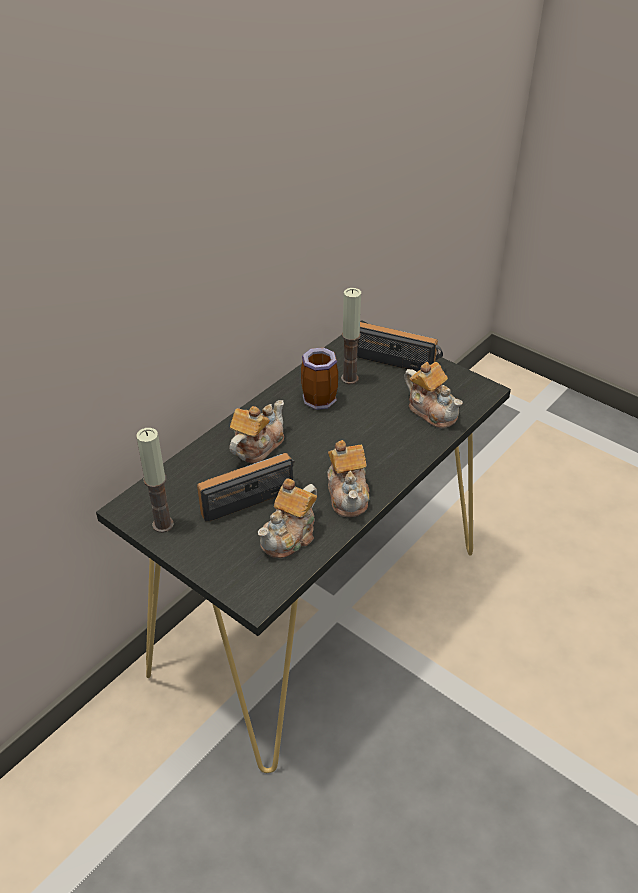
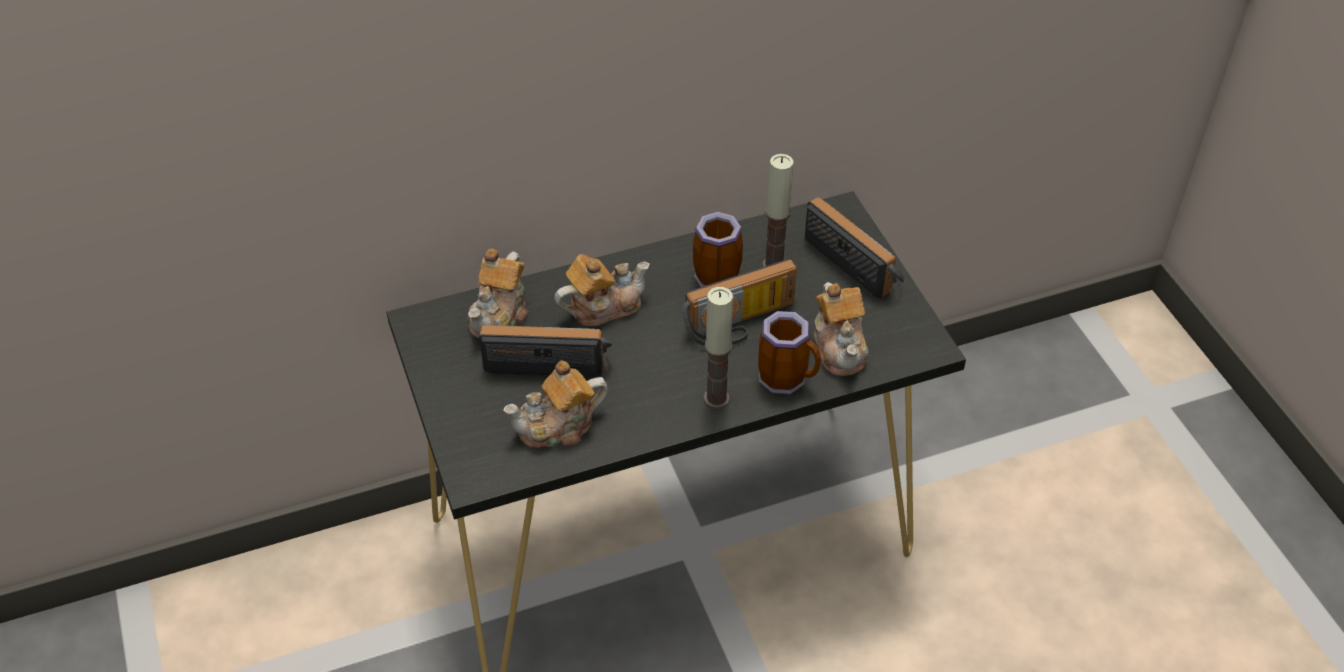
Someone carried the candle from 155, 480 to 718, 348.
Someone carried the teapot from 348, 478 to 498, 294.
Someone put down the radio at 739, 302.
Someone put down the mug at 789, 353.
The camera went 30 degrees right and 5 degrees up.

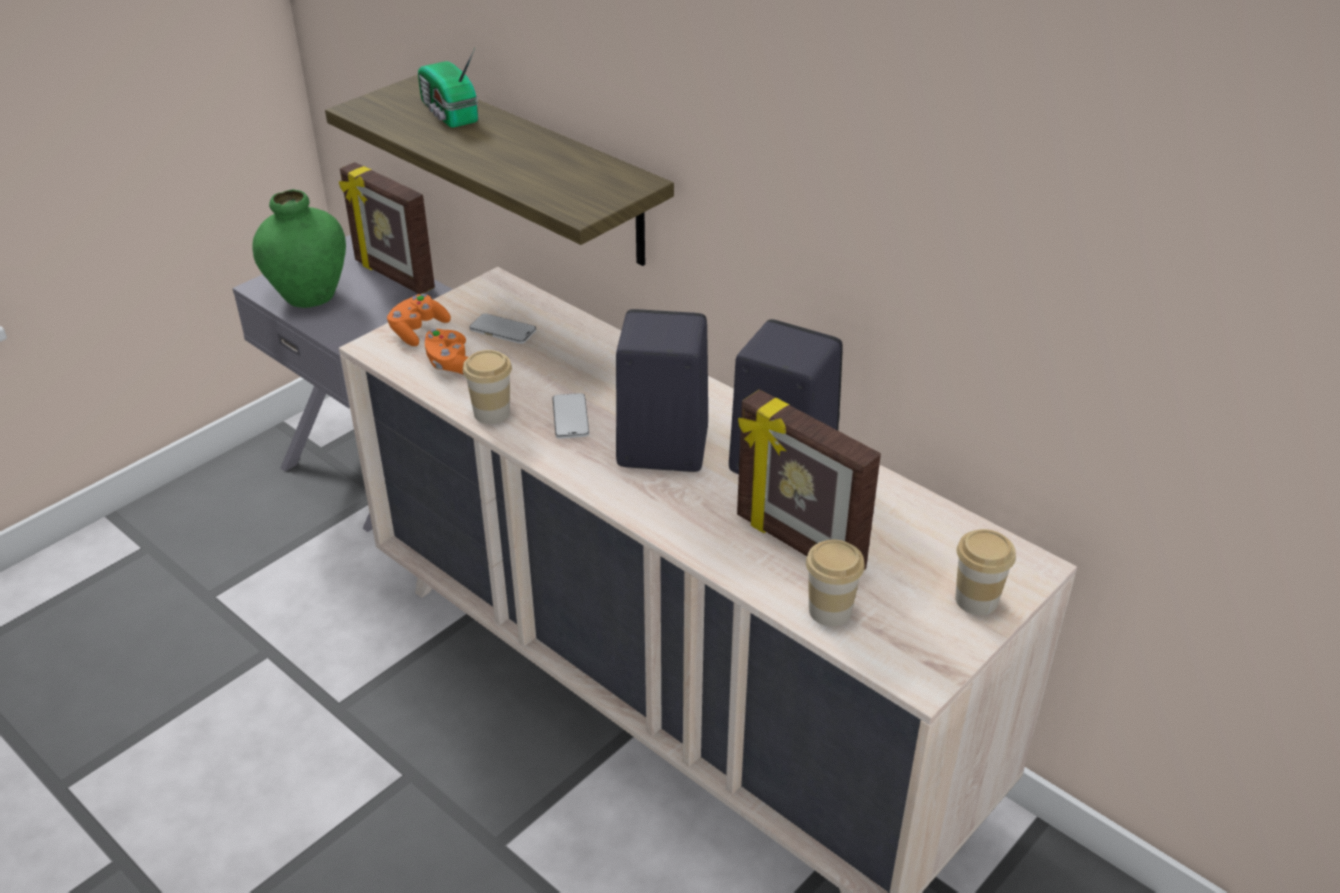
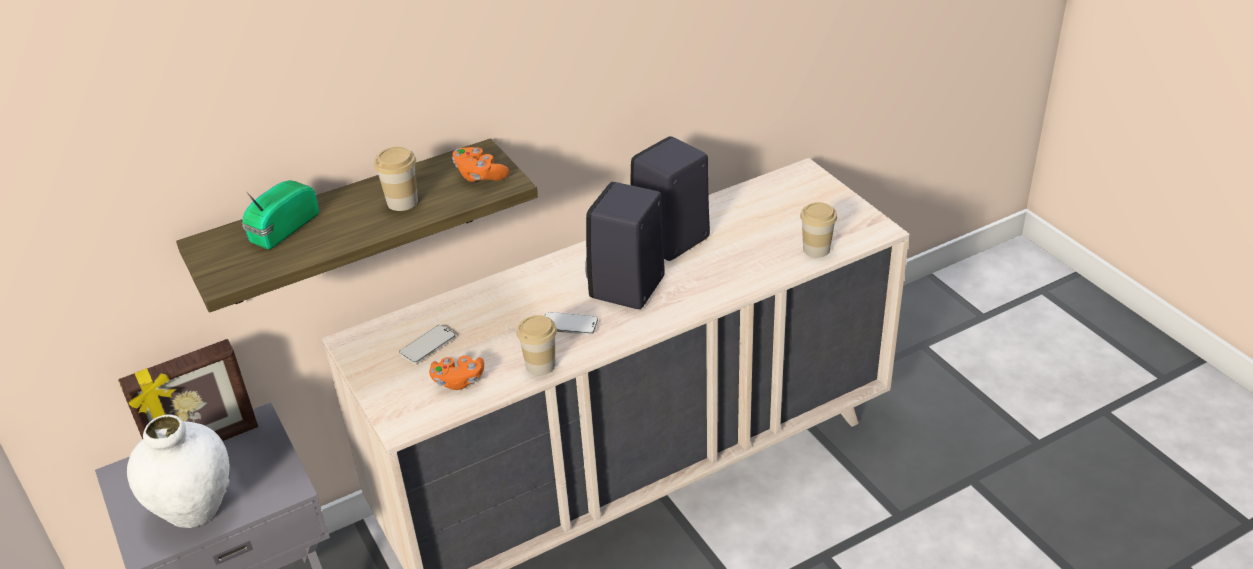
Someone repainted the green vase at 299, 248, which became the white vase at 178, 471.
Someone carried the orange game controller from 419, 320 to 480, 164.
Someone rotated the radio at 448, 88 by 135 degrees clockwise.
Someone took away the picture frame at 809, 480.
Someone carried the cup from 985, 572 to 396, 179.
The camera went 70 degrees left and 0 degrees up.

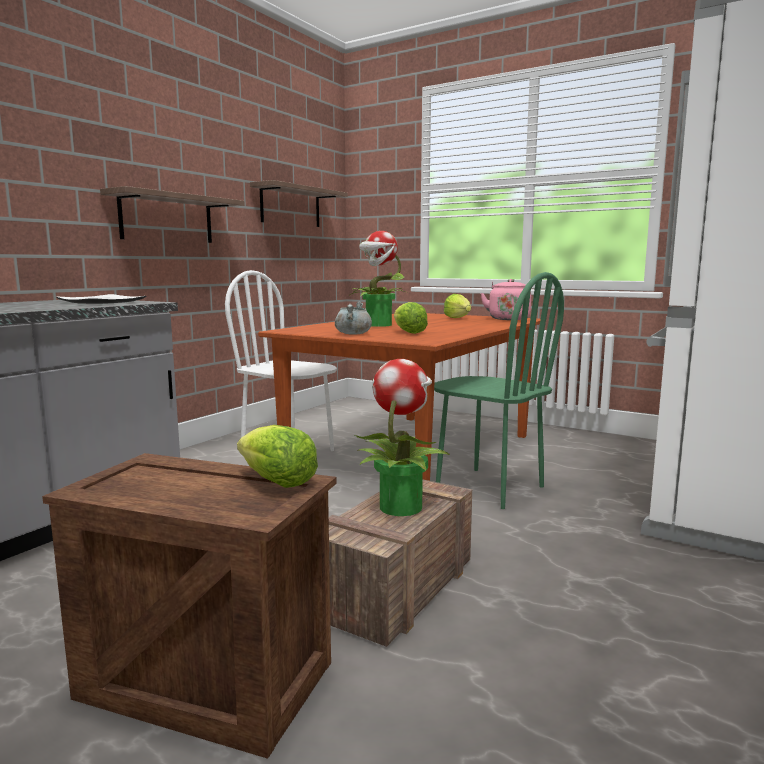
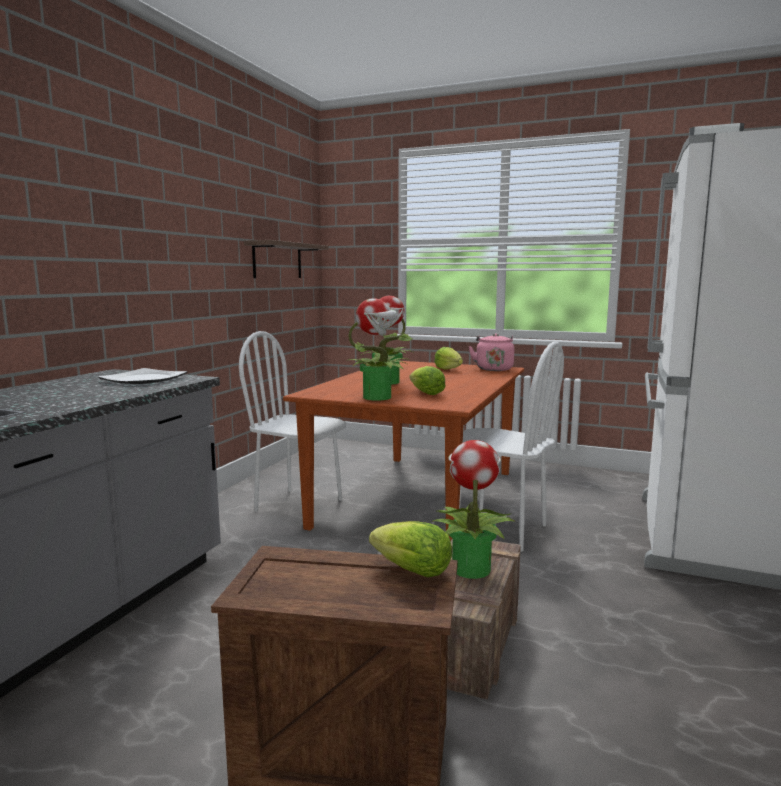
Someone took away the shelf at 172, 214.
Someone swapped the grey cooking pot at 353, 318 for the potted plant at 376, 349.
Someone repainted the green chair at 499, 390, which became the white chair at 511, 447.
The camera went 10 degrees left and 0 degrees up.

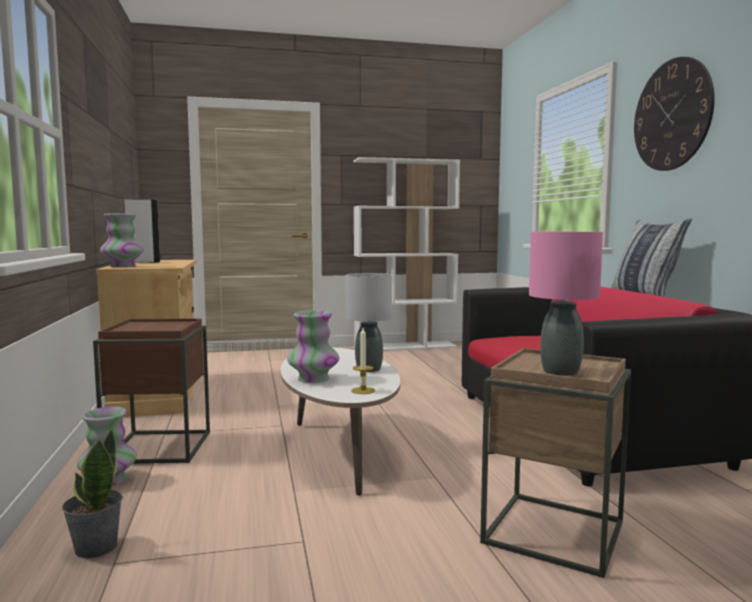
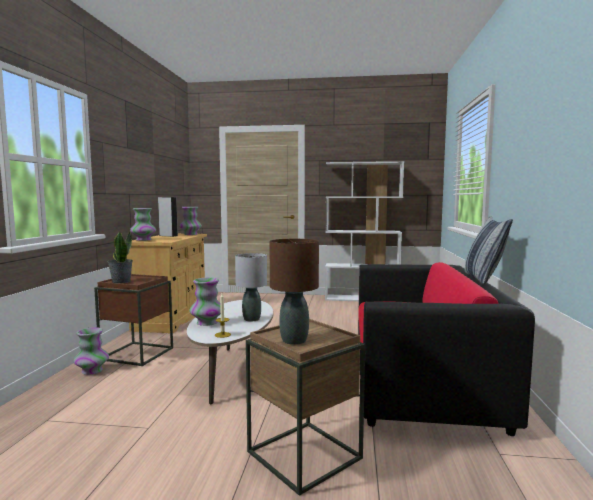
Someone carried the potted plant from 92, 493 to 120, 258.
Someone repainted the pink table lamp at 566, 304, which became the brown table lamp at 294, 292.
Someone took away the wall clock at 674, 114.
Someone put down the vase at 191, 221.
The camera went 20 degrees right and 0 degrees up.

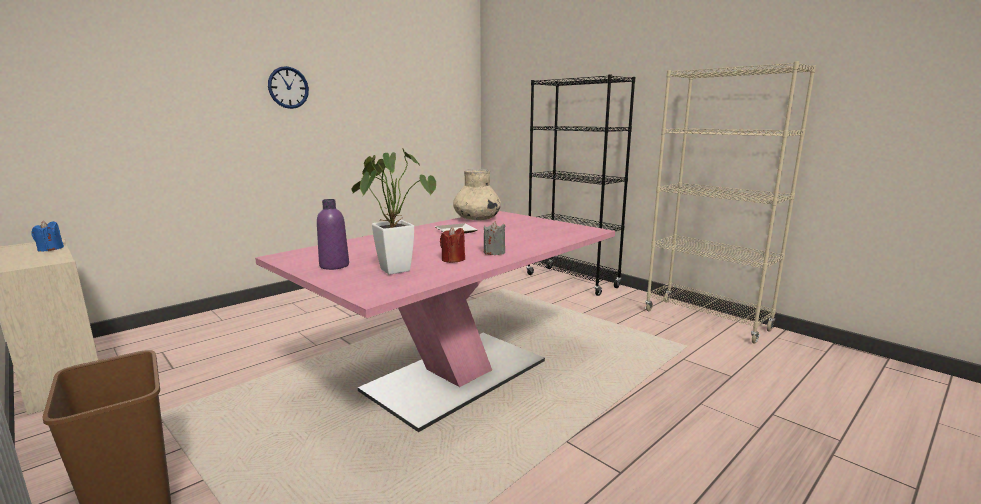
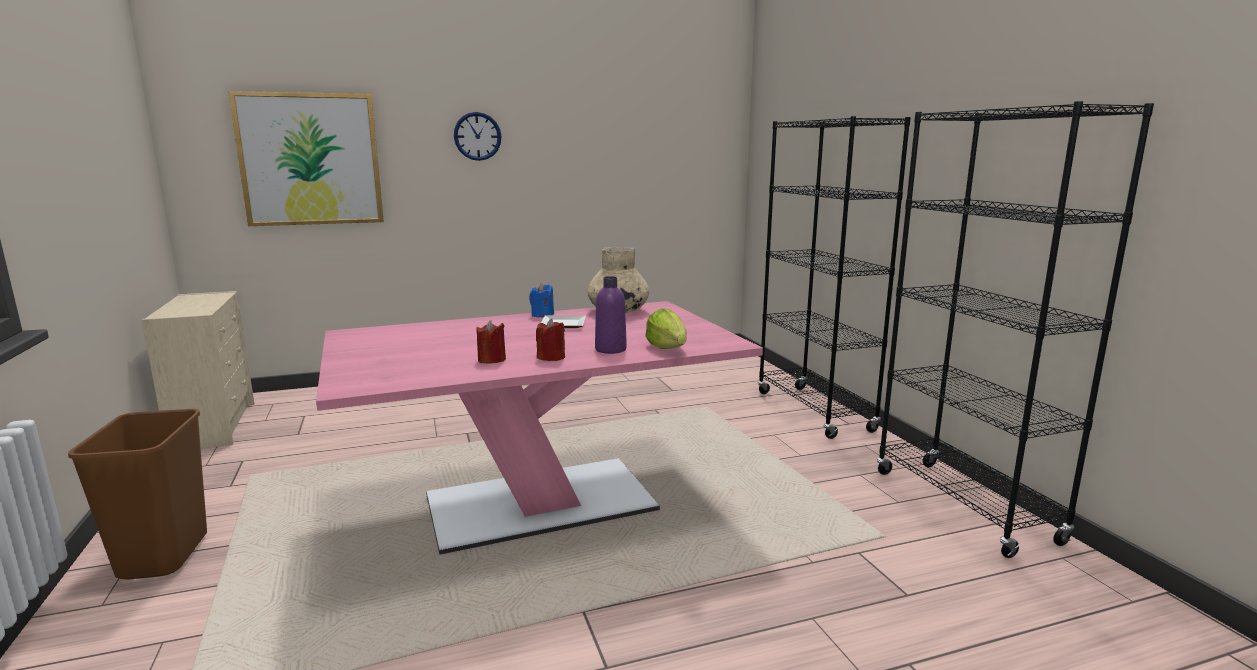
Someone carried the blue candle from 47, 236 to 541, 300.
Someone carried the purple bottle from 333, 234 to 611, 315.
Someone took away the potted plant at 393, 211.
Someone repainted the grey candle at 494, 238, which became the red candle at 550, 339.
Someone repainted the beige bookcase at 730, 202, which became the black bookcase at 1015, 329.
Someone put up the picture at 306, 158.
Someone put down the lettuce at 666, 328.
The camera went 25 degrees right and 0 degrees up.

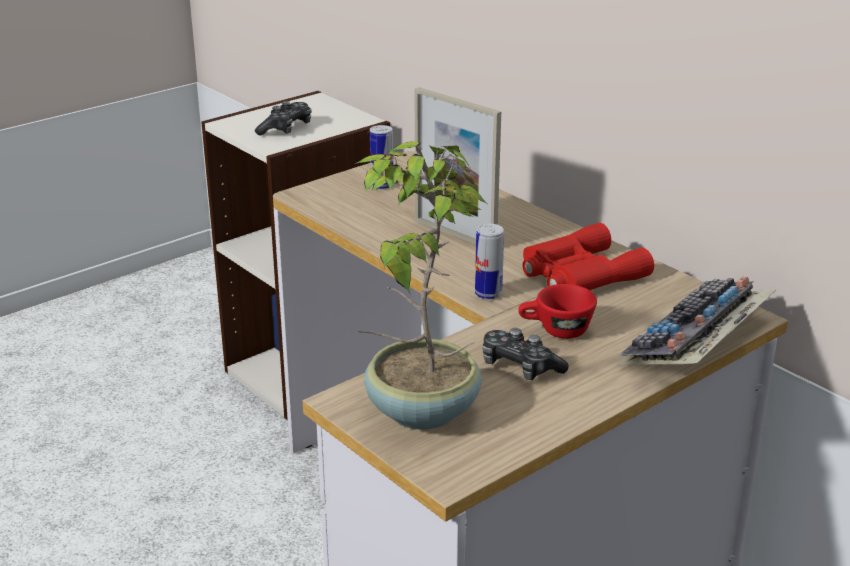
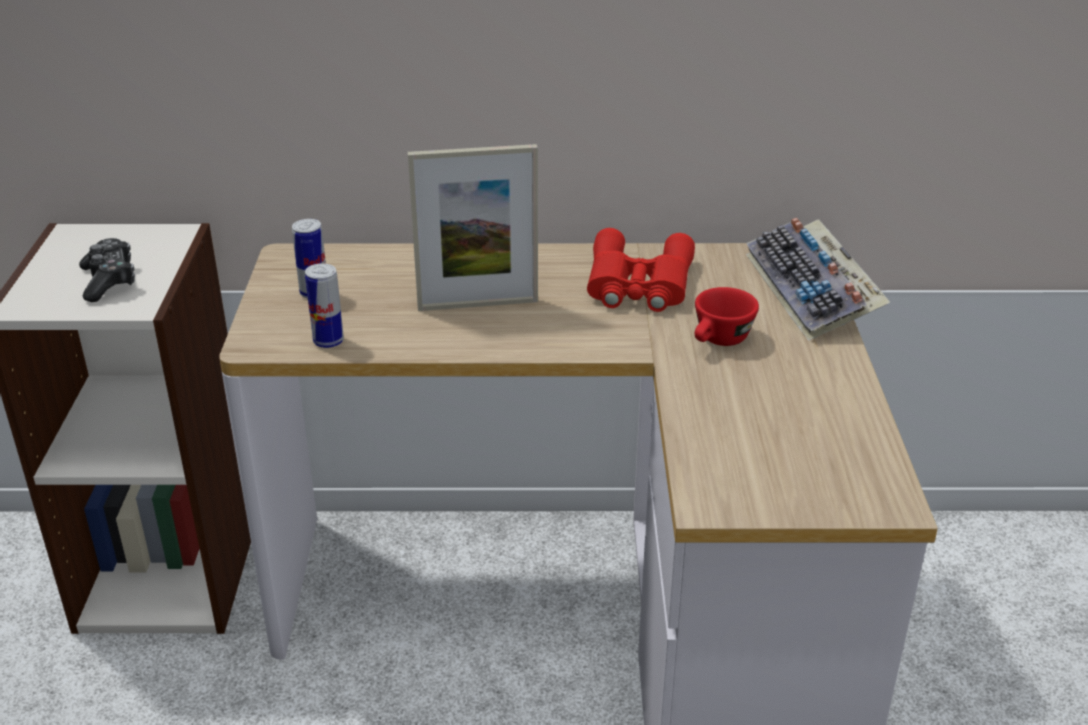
Someone took away the potted plant at 421, 285.
Someone carried the can from 489, 261 to 324, 305.
Someone took away the game controller at 526, 354.
The camera went 50 degrees left and 5 degrees up.

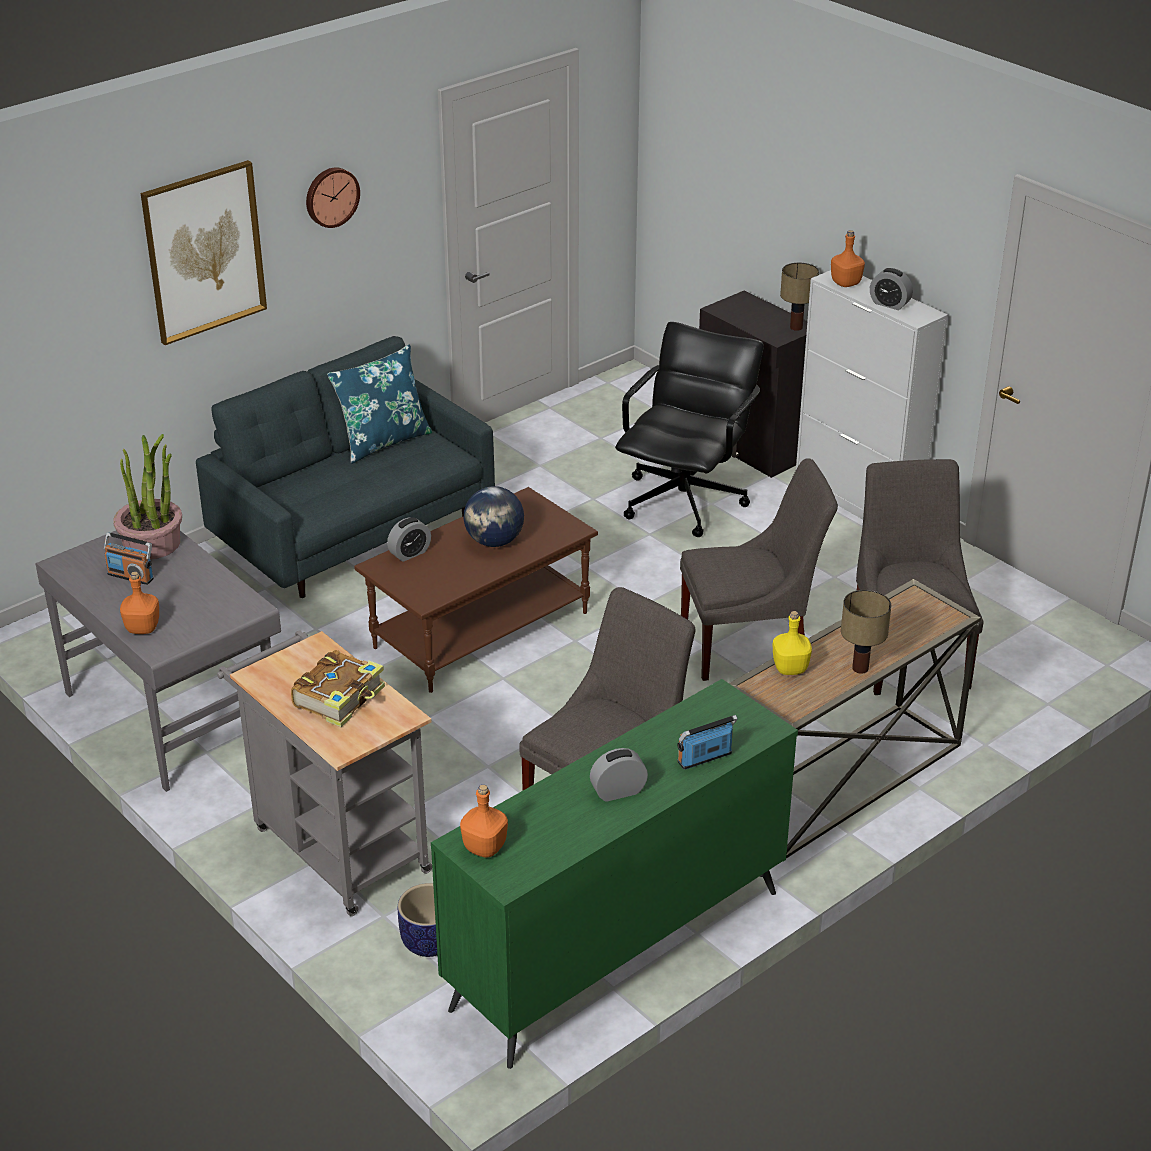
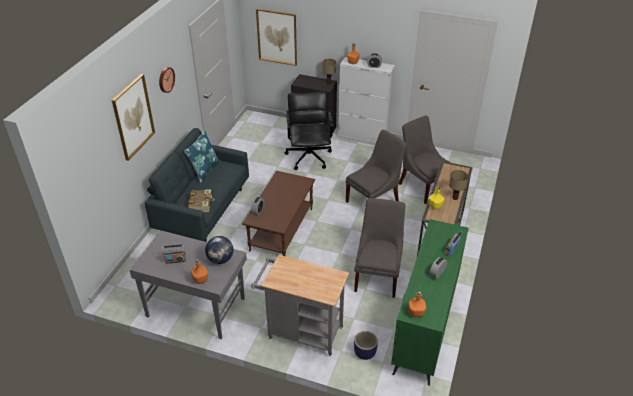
Someone took away the potted plant at 147, 496.
Someone carried the book from 338, 688 to 201, 201.
Someone carried the globe from 494, 516 to 219, 250.
Someone put up the picture at 276, 37.
The camera went 30 degrees left and 5 degrees up.

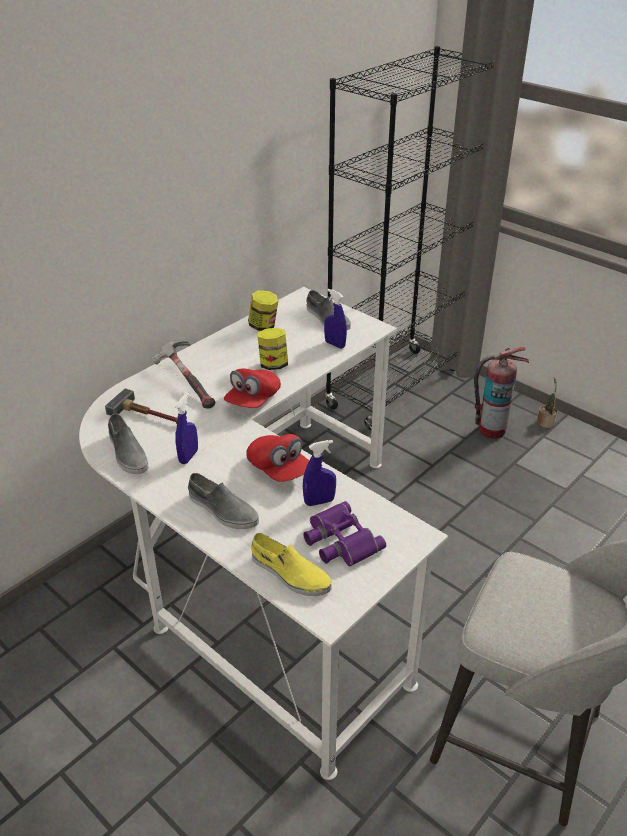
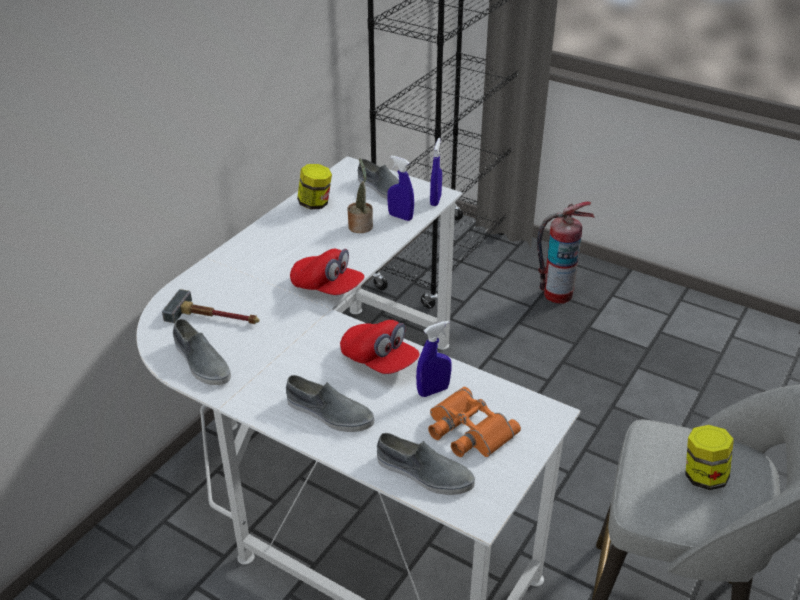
Someone took away the hammer at 183, 374.
Someone carried the blue spray bottle from 186, 428 to 436, 172.
Someone rotated the red cap at 252, 388 by 75 degrees counterclockwise.
Someone repainted the yellow shoe at 291, 564, which became the grey shoe at 426, 464.
Someone carried the jar from 273, 349 to 709, 457.
Someone repainted the purple binoculars at 344, 534, which became the orange binoculars at 474, 422.
Someone carried the potted plant from 547, 402 to 360, 195.
The camera went 10 degrees left and 0 degrees up.

